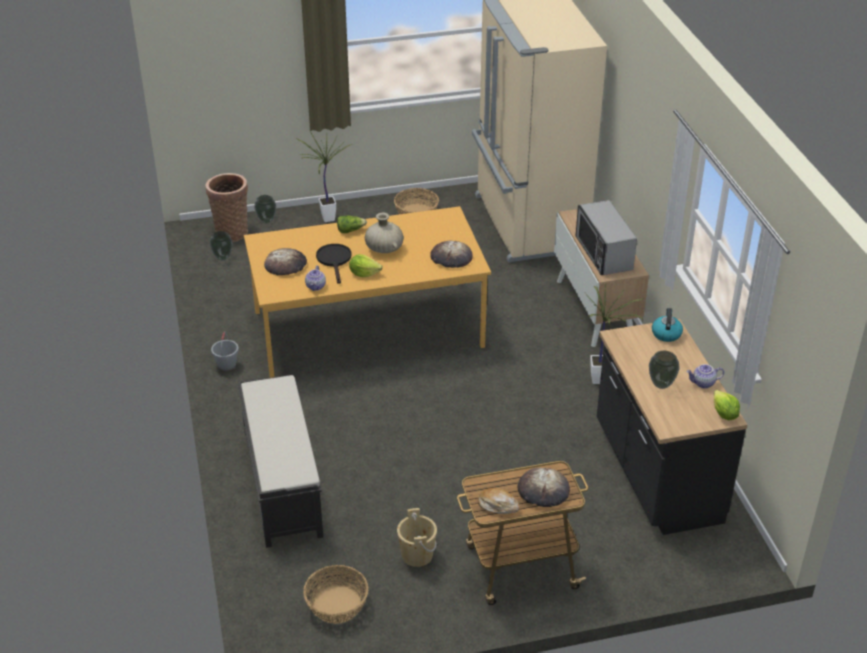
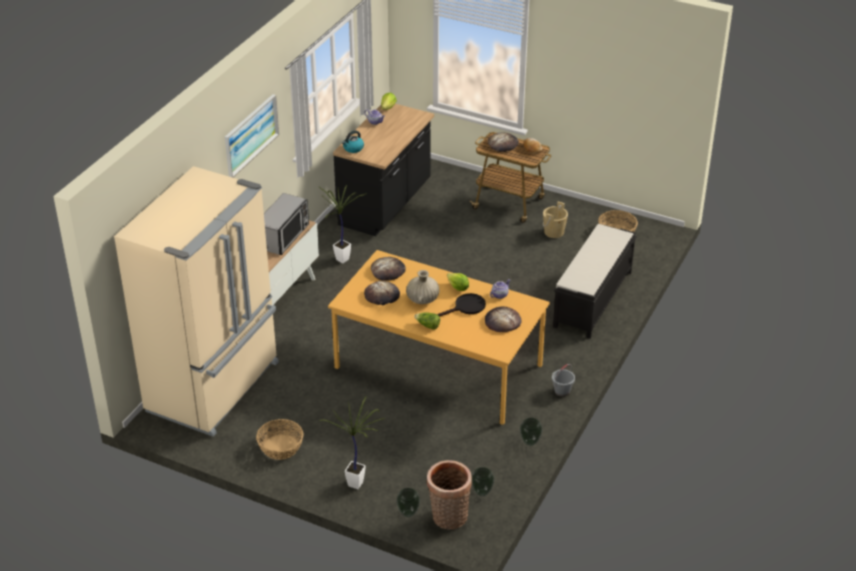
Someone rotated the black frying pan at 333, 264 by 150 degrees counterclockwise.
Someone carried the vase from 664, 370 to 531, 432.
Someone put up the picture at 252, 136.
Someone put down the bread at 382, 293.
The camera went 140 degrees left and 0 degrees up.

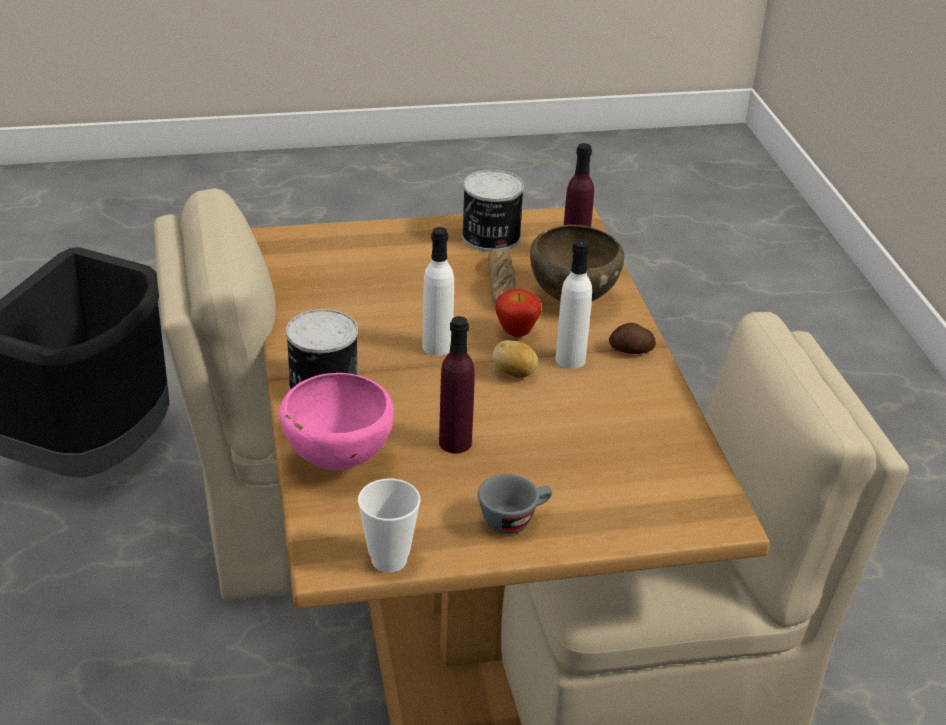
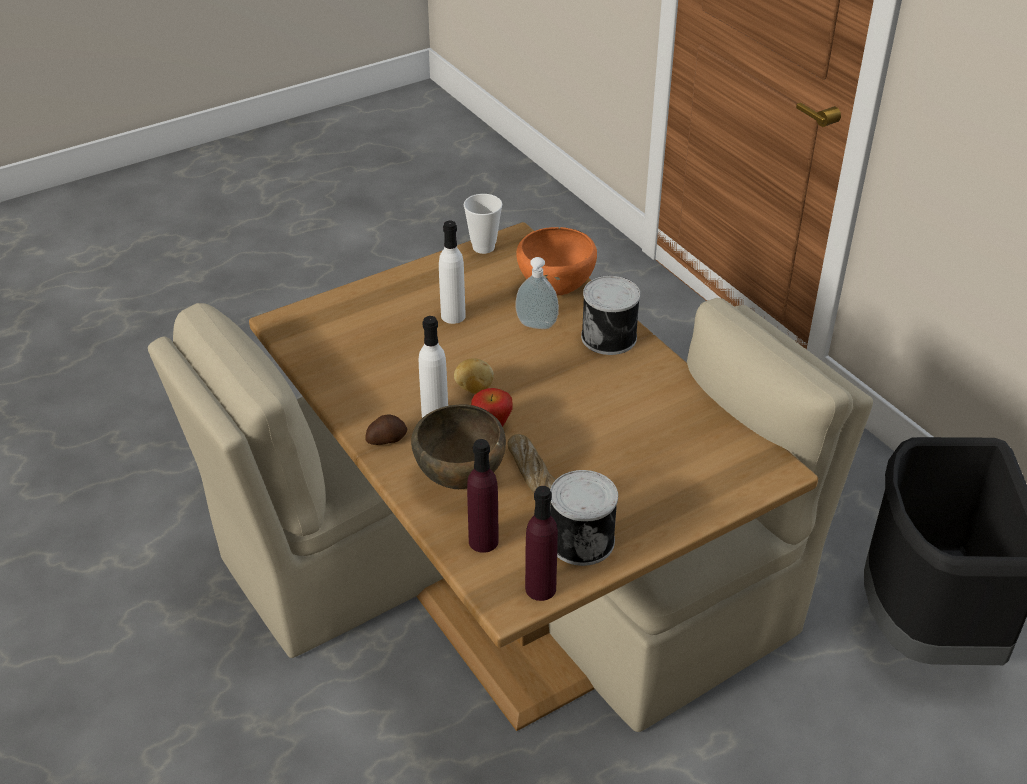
Someone repainted the pink bowl at 336, 422, which became the orange bowl at 556, 261.
Someone carried the white bottle from 438, 291 to 452, 272.
Someone carried the purple bottle from 457, 384 to 541, 543.
Someone took away the grey cup at 515, 504.
Someone put down the soap dispenser at 537, 293.
The camera went 160 degrees right and 5 degrees up.

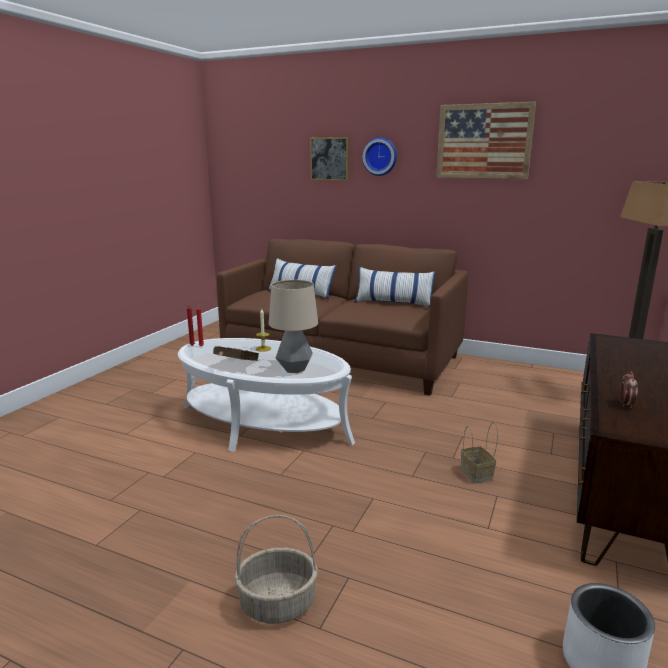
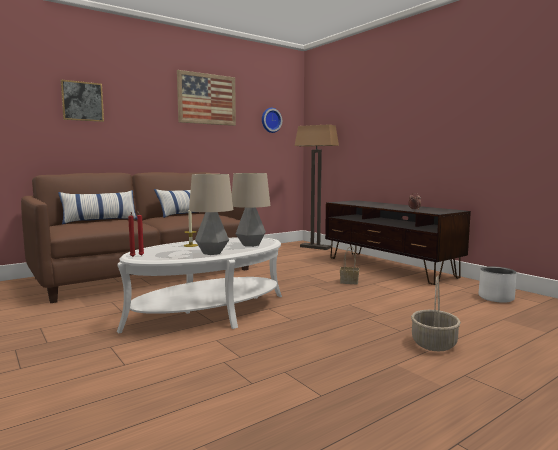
Someone swapped the red book at 236, 353 for the table lamp at 211, 214.
Someone carried the wall clock from 379, 156 to 272, 120.
The camera went 60 degrees left and 10 degrees down.

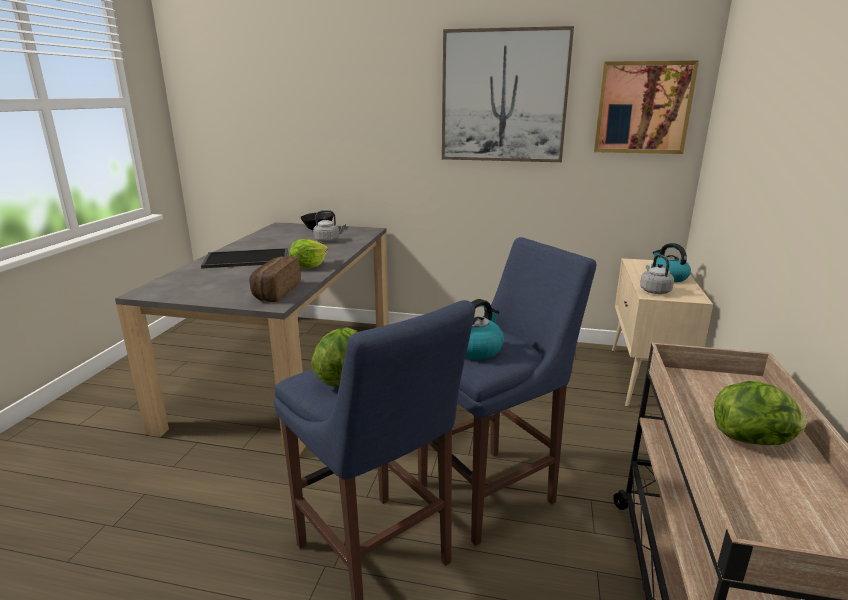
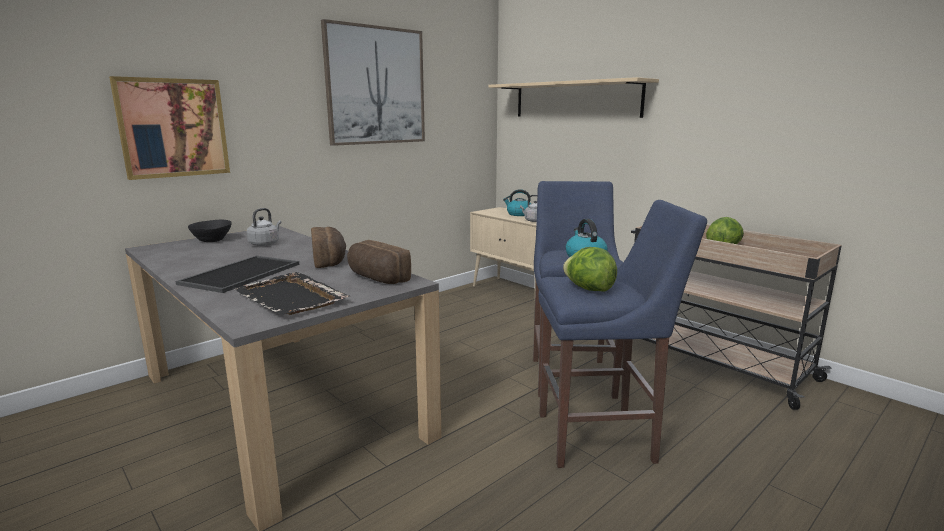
Someone swapped the lettuce at 308, 253 for the bread at 328, 247.
Someone carried the picture from 646, 107 to 169, 128.
Someone put down the black tray at 291, 293.
Someone put up the beige shelf at 573, 97.
The camera went 55 degrees left and 5 degrees down.

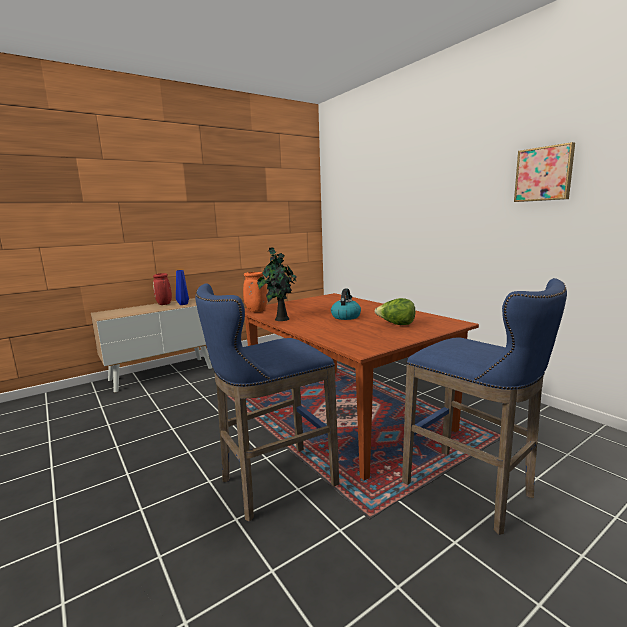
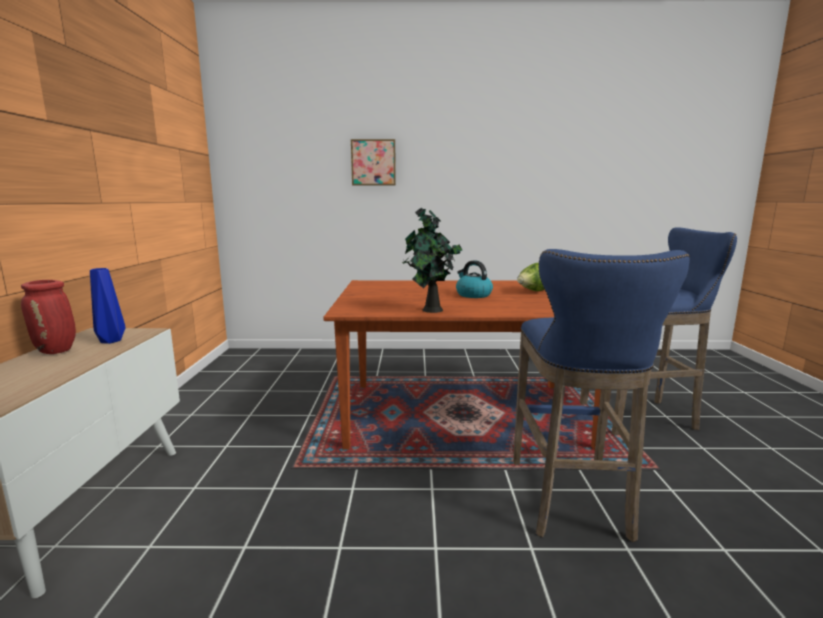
Someone took away the orange vase at 255, 292.
Someone carried the picture from 544, 172 to 373, 162.
The camera went 55 degrees left and 0 degrees up.

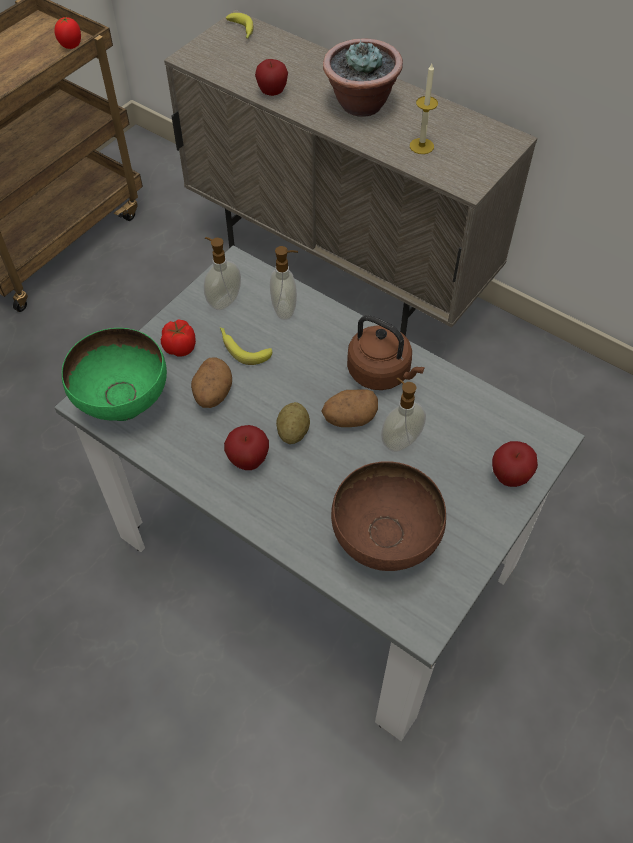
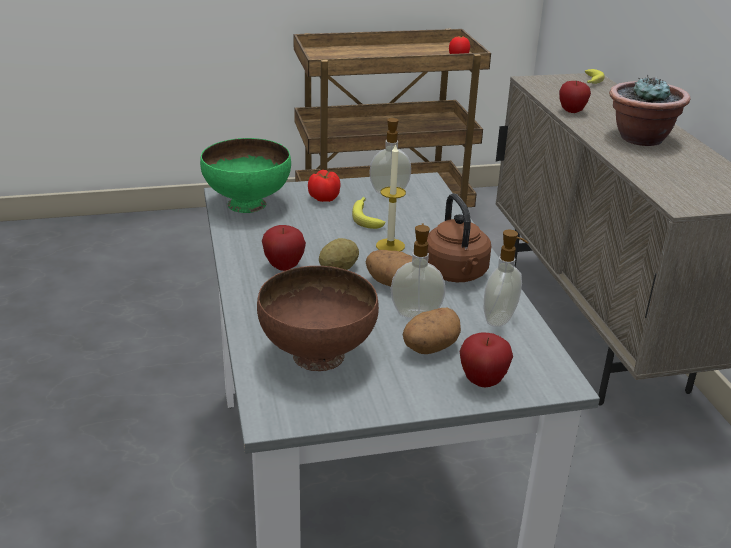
Someone carried the potato from 211, 382 to 432, 331.
Someone carried the soap dispenser from 284, 283 to 506, 278.
Someone carried the candle from 424, 109 to 391, 197.
The camera went 40 degrees right and 25 degrees down.

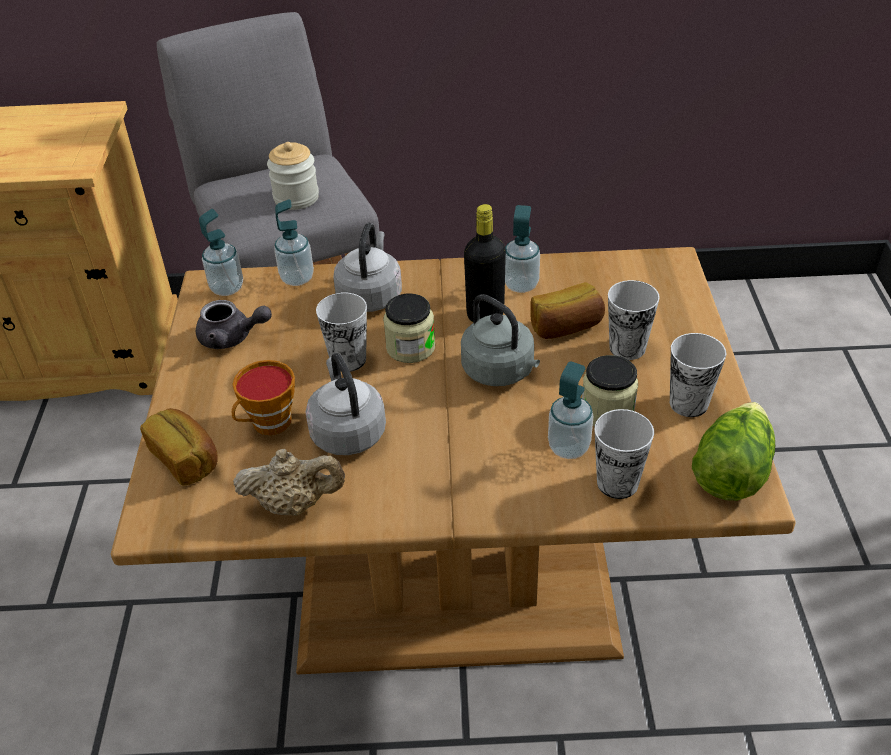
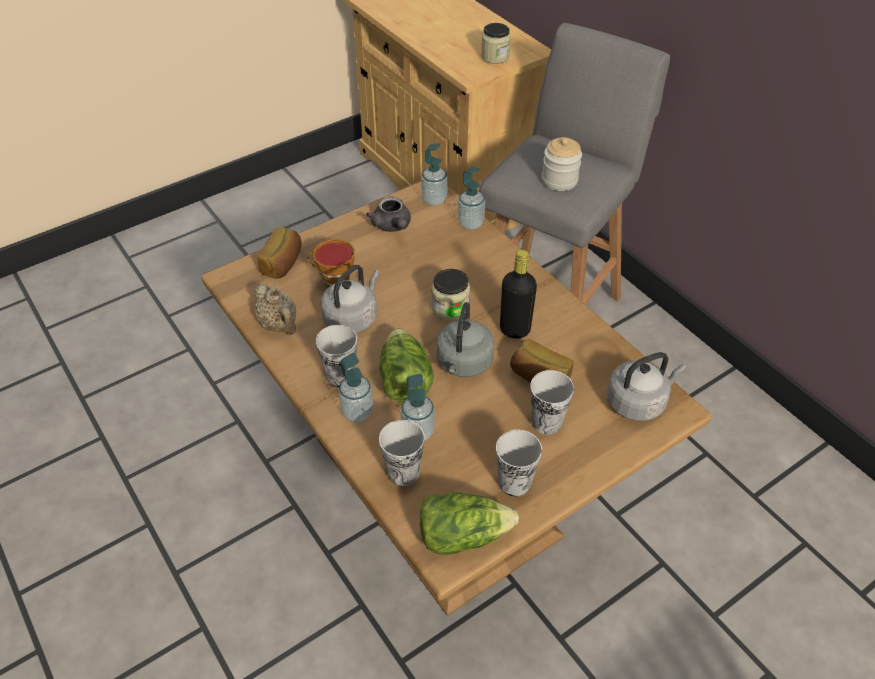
Someone carried the cup from 341, 332 to 336, 356.
Someone carried the grey kettle from 367, 267 to 646, 386.
Someone carried the soap dispenser from 522, 249 to 355, 387.
Someone carried the jar from 610, 391 to 496, 43.
Someone put down the lettuce at 406, 365.
The camera went 55 degrees right and 5 degrees up.

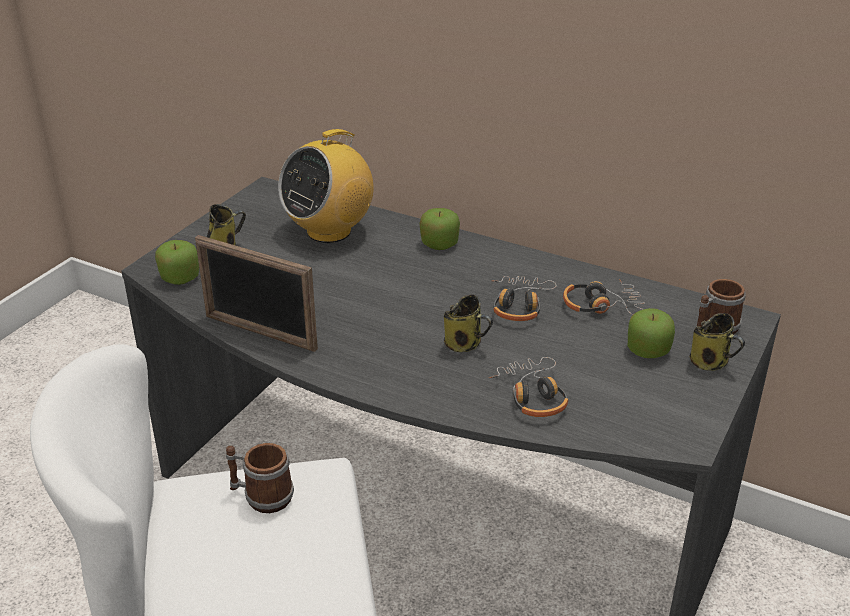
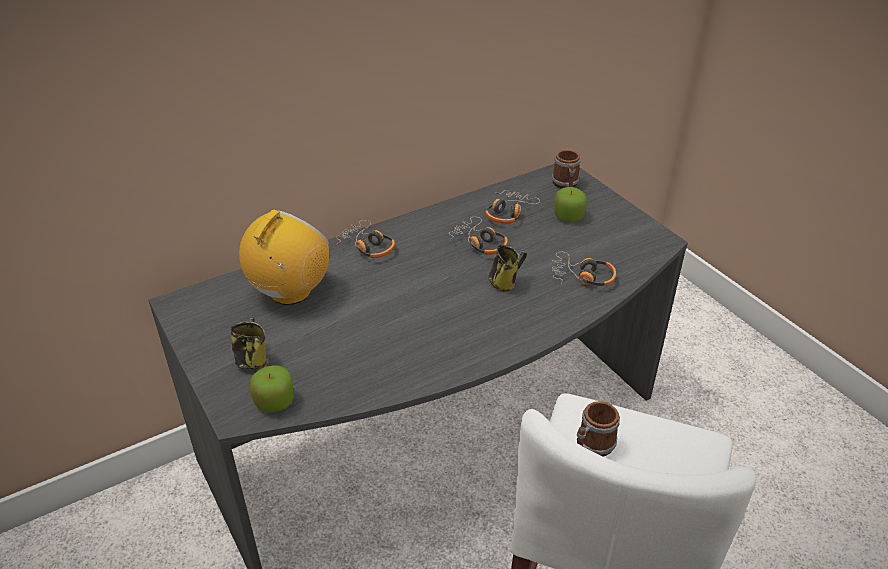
Someone took away the picture frame at 256, 293.
Someone rotated the radio at 325, 186 by 135 degrees counterclockwise.
Someone swapped the apple at 439, 229 for the headphones at 365, 239.
Someone took away the mug at 717, 342.
The camera went 60 degrees left and 5 degrees up.

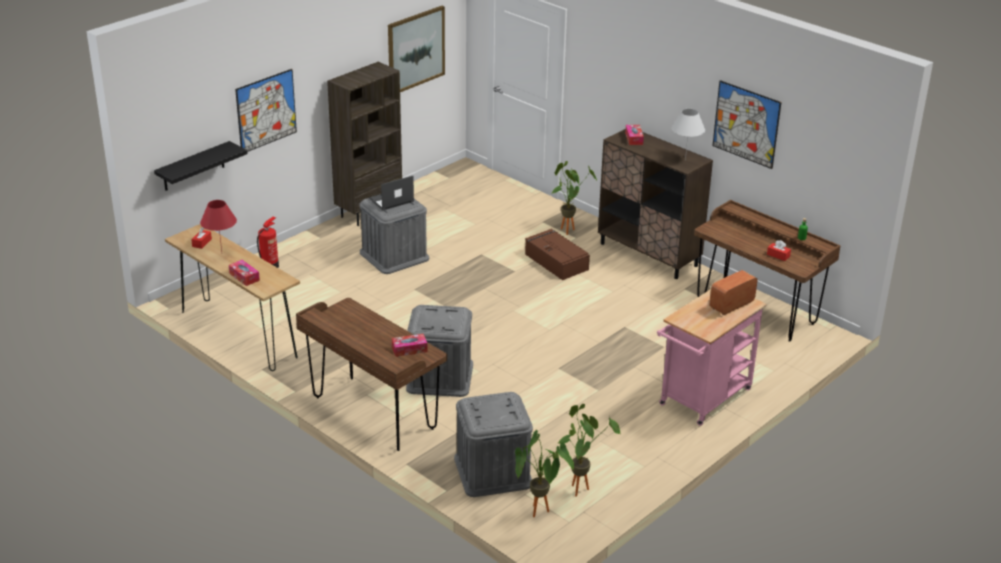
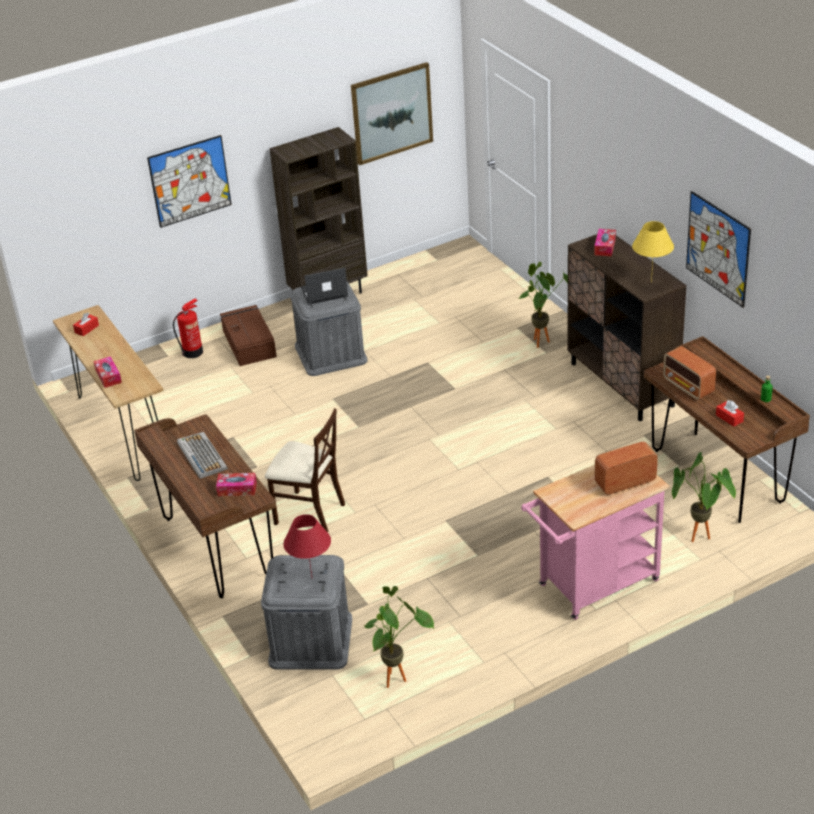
Someone took away the black shelf at 201, 166.
Someone carried the red table lamp from 218, 226 to 307, 545.
Someone swapped the grey storage box at 439, 351 for the beige chair at 305, 470.
Someone carried the potted plant from 544, 473 to 704, 497.
Someone carried the brown storage box from 557, 254 to 248, 335.
Someone repainted the white table lamp at 688, 135, which became the yellow table lamp at 653, 252.
Someone put down the keyboard at 202, 455.
Someone put down the radio at 689, 373.
The camera went 20 degrees right and 5 degrees up.

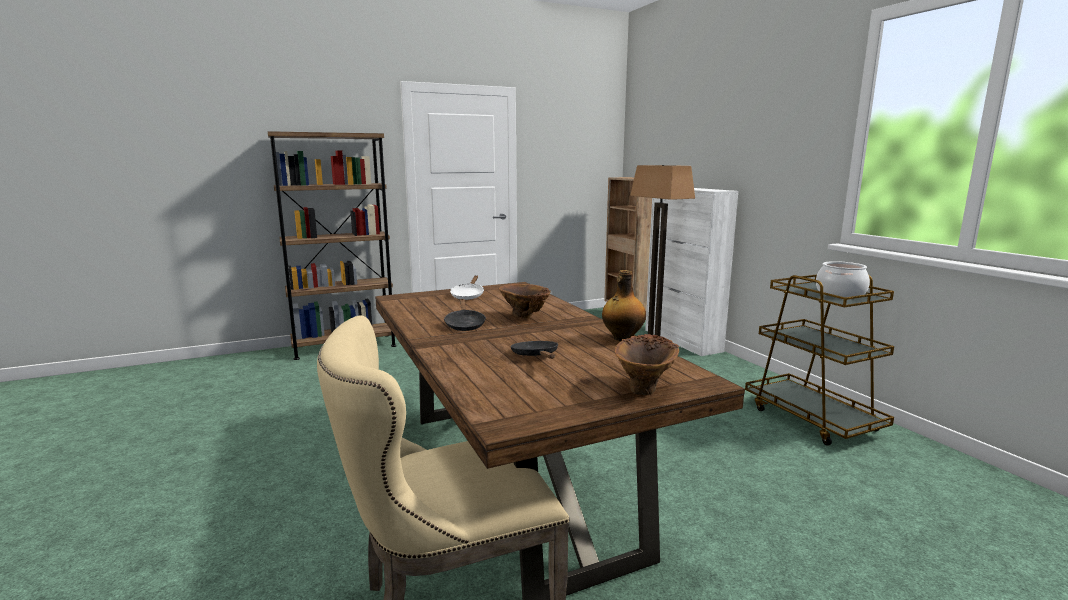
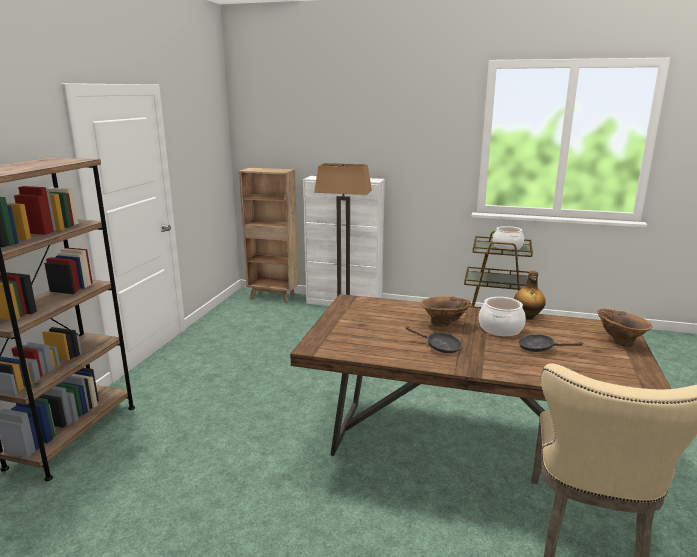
Someone took away the white frying pan at 467, 287.
Someone put down the cooking pot at 502, 316.
The camera went 50 degrees left and 5 degrees up.

